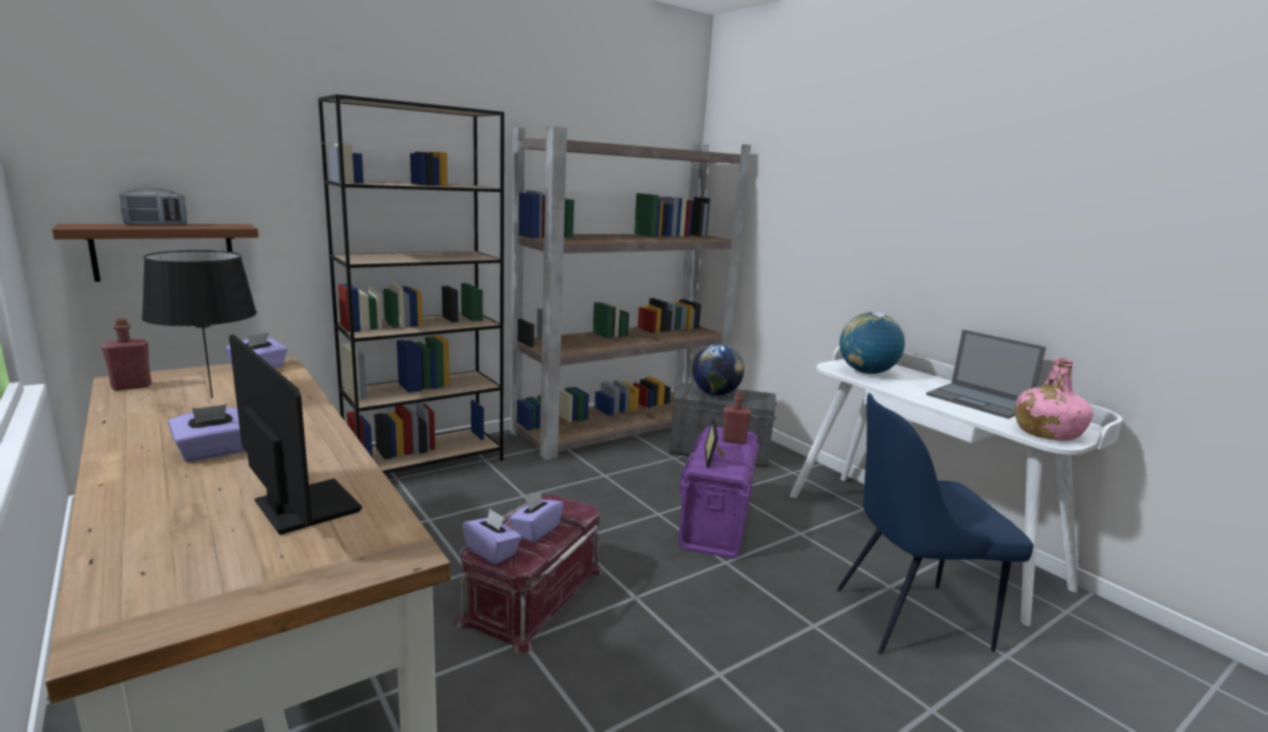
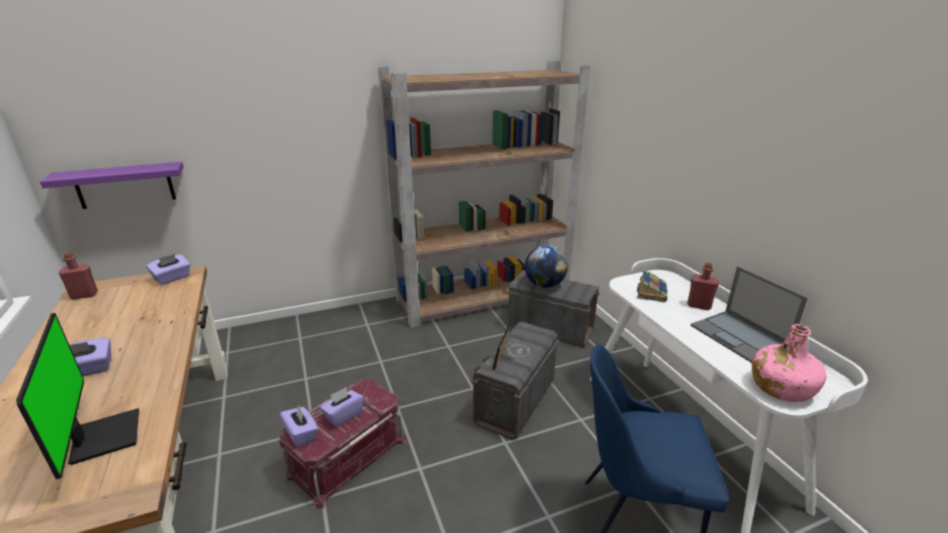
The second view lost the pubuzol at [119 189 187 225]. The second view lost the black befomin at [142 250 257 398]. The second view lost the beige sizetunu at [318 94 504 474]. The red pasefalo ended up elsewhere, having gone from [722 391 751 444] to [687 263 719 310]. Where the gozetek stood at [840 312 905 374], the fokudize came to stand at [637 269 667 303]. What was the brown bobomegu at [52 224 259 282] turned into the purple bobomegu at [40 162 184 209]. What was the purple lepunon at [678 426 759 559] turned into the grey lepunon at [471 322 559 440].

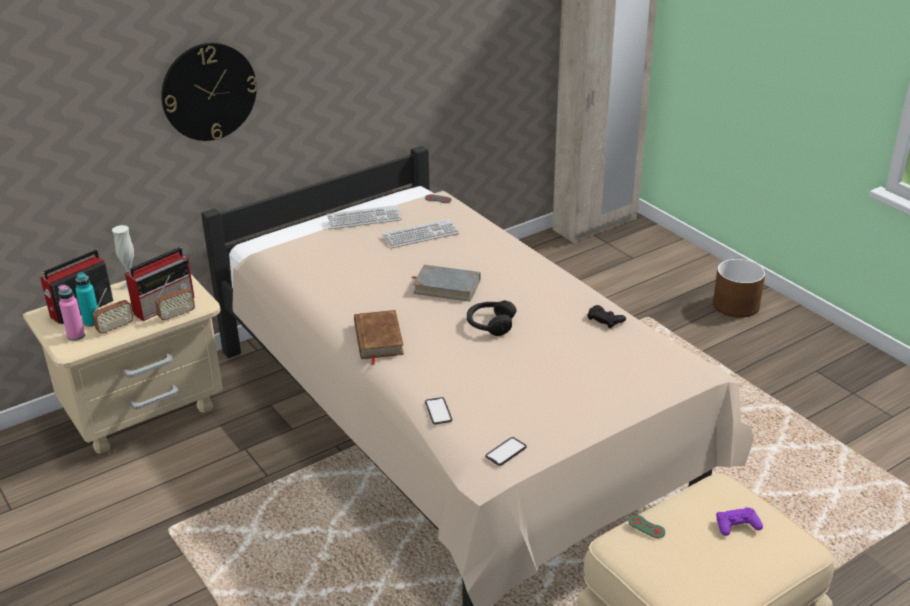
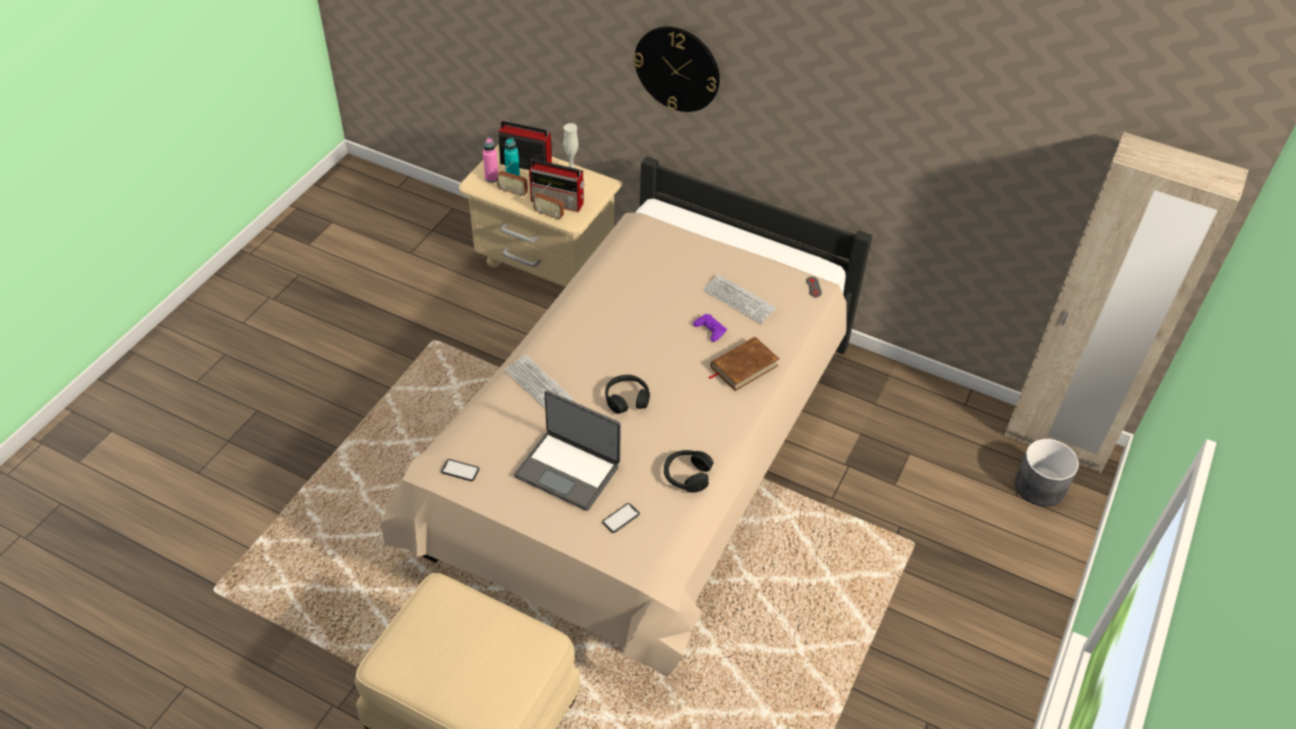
The second view lost the grey fokudize at [411 265 480 302]. The second view lost the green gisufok at [628 515 665 538]. The second view lost the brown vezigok at [713 259 765 318]. The second view gained the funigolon at [514 390 621 511]. The second view gained the grey vezigok at [1015 439 1079 507]. The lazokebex ended up elsewhere, having gone from [327 205 402 229] to [504 354 574 408]. The brown fokudize ended up elsewhere, having gone from [354 310 404 365] to [708 337 779 391]. The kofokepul ended up elsewhere, having gone from [425 397 452 425] to [602 503 640 533]. The purple gisufok ended up elsewhere, having gone from [716 507 763 536] to [693 314 727 342]. Where the black gisufok stood at [587 305 626 328], the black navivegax came to stand at [664 450 713 493].

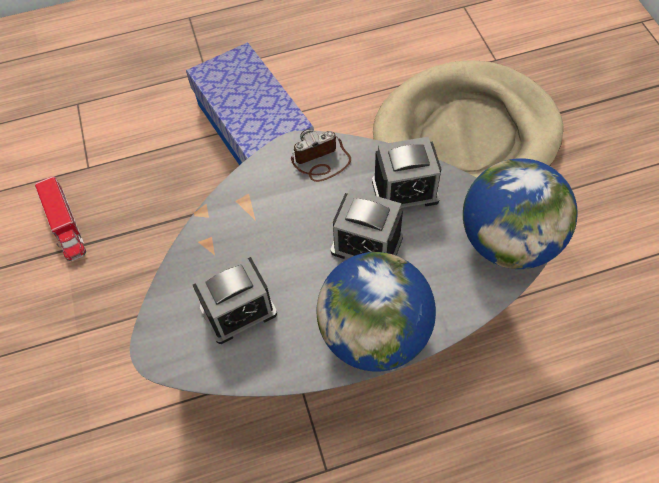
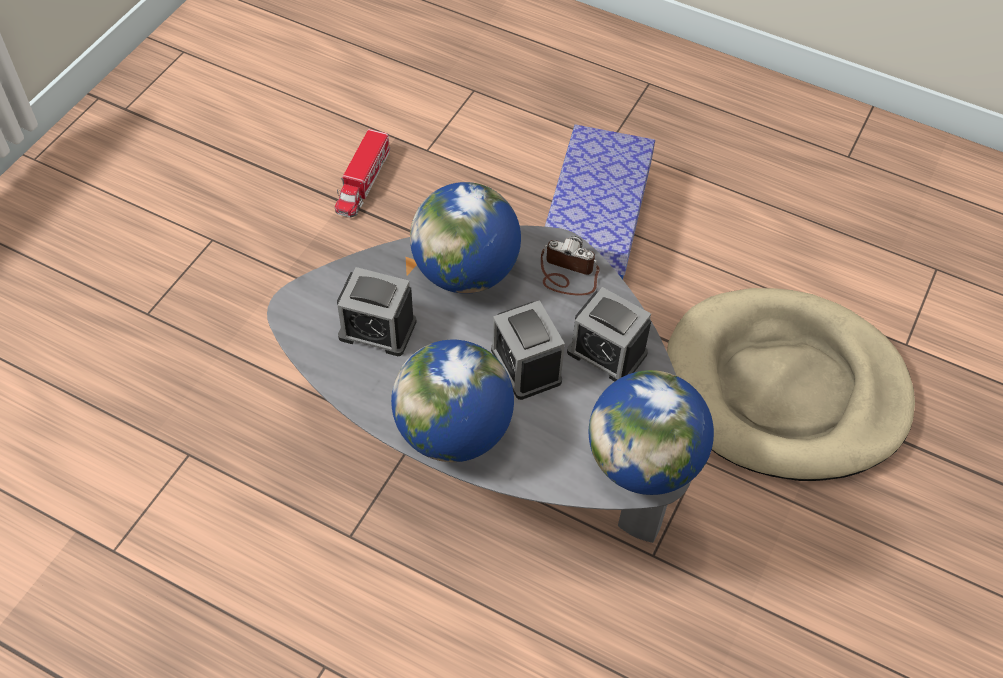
The second view gained the gozetek at [410 182 521 294].

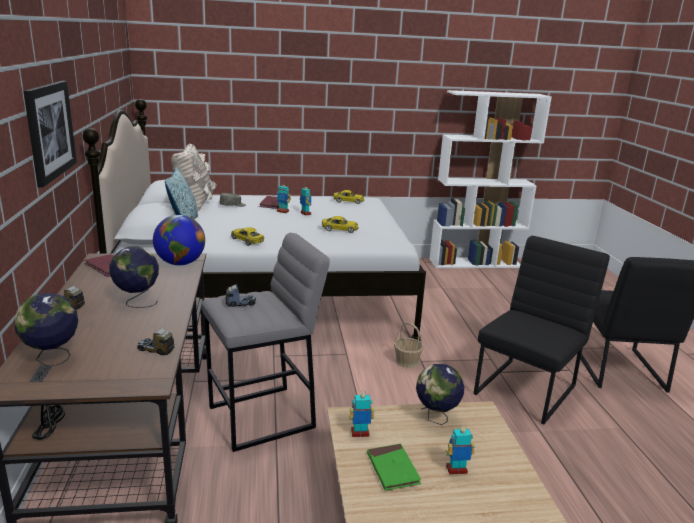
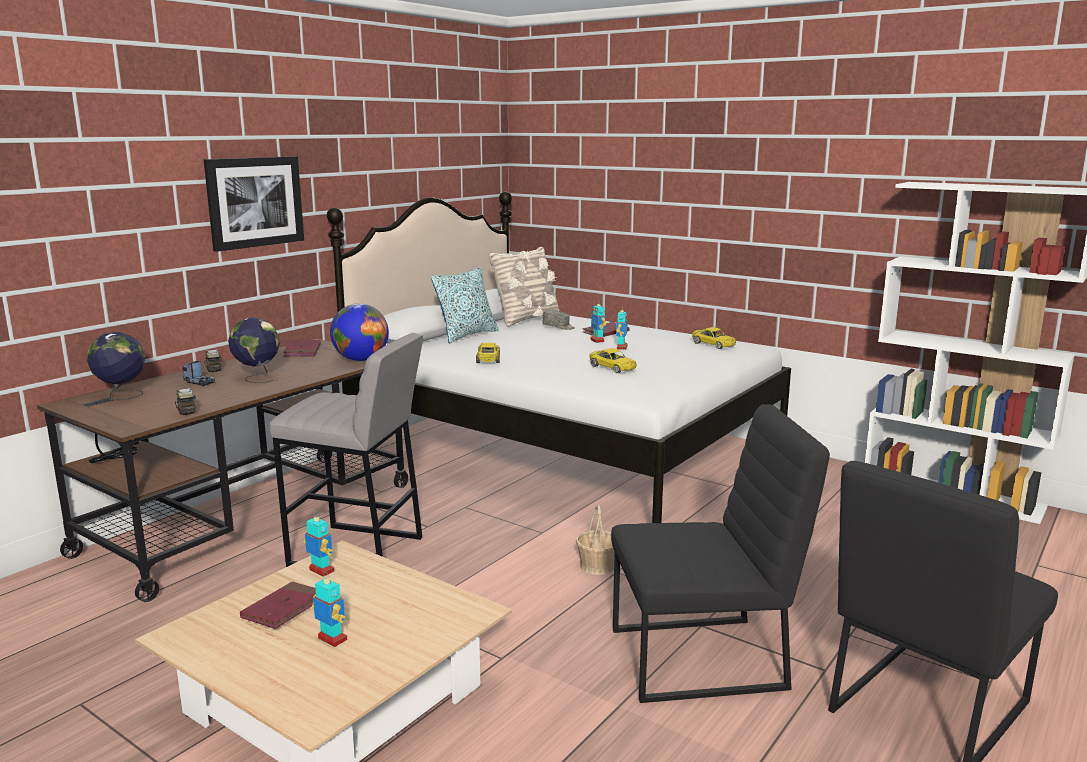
The second view lost the gozetek at [416 364 464 425]. The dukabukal ended up elsewhere, having gone from [226 284 256 307] to [182 360 215 386]. What was the green fokudize at [367 443 421 491] turned into the red fokudize at [240 582 316 629].

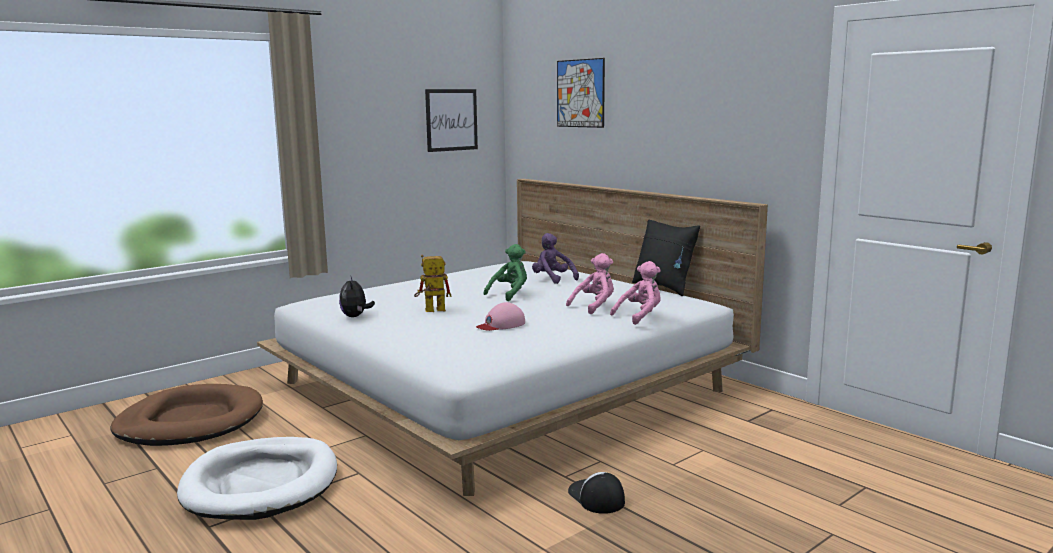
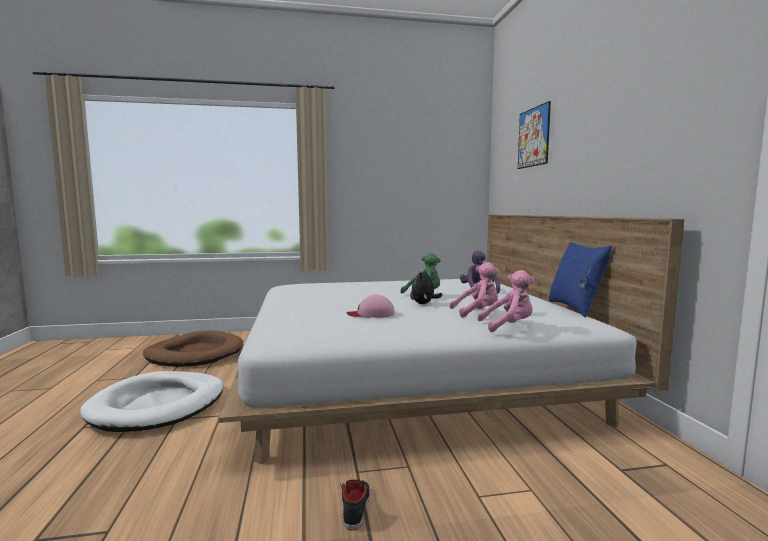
The second view lost the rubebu at [414 255 452 312]. The second view lost the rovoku at [425 89 478 152]. The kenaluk ended up elsewhere, having gone from [339 275 375 317] to [411 271 442 304]. Where the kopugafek stood at [568 472 625 514], the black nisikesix came to stand at [340 480 370 530]. What was the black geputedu at [632 220 700 296] turned into the blue geputedu at [549 242 612 317].

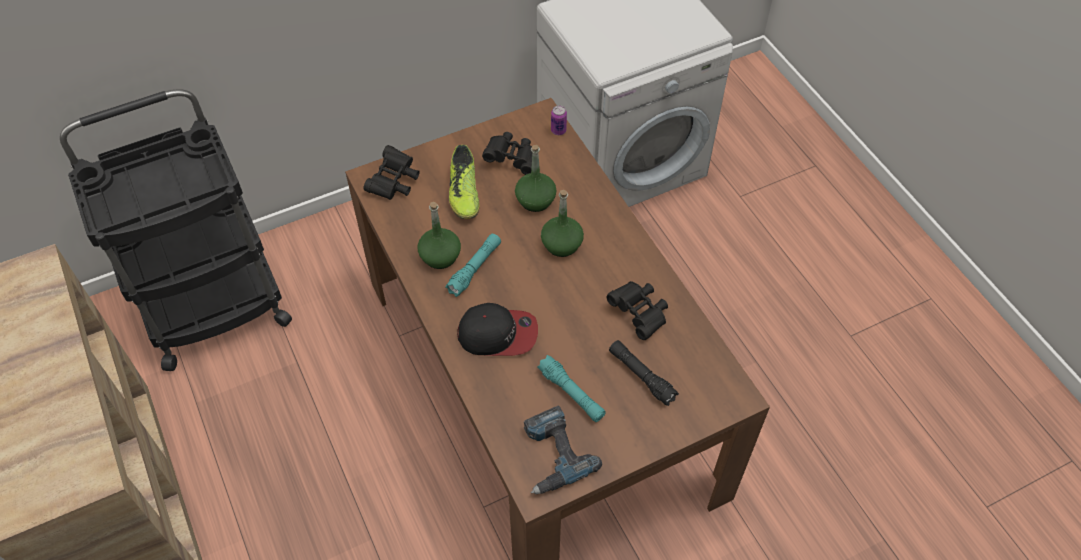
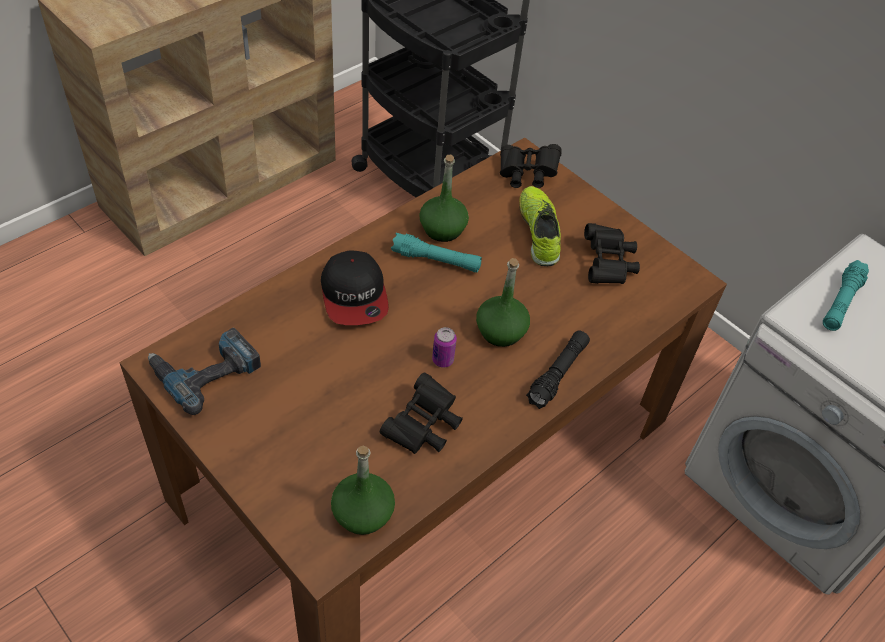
The green pasefalo ended up elsewhere, having gone from [515 145 556 212] to [331 446 395 535]. The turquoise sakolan ended up elsewhere, having gone from [537 355 606 422] to [823 260 869 331]. The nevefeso ended up elsewhere, having gone from [551 105 567 135] to [432 327 457 368]. The black sakolan ended up elsewhere, having gone from [609 340 679 406] to [526 331 590 409]. The nisikesix at [449 145 480 219] ended up facing another way, 105 degrees clockwise from before.

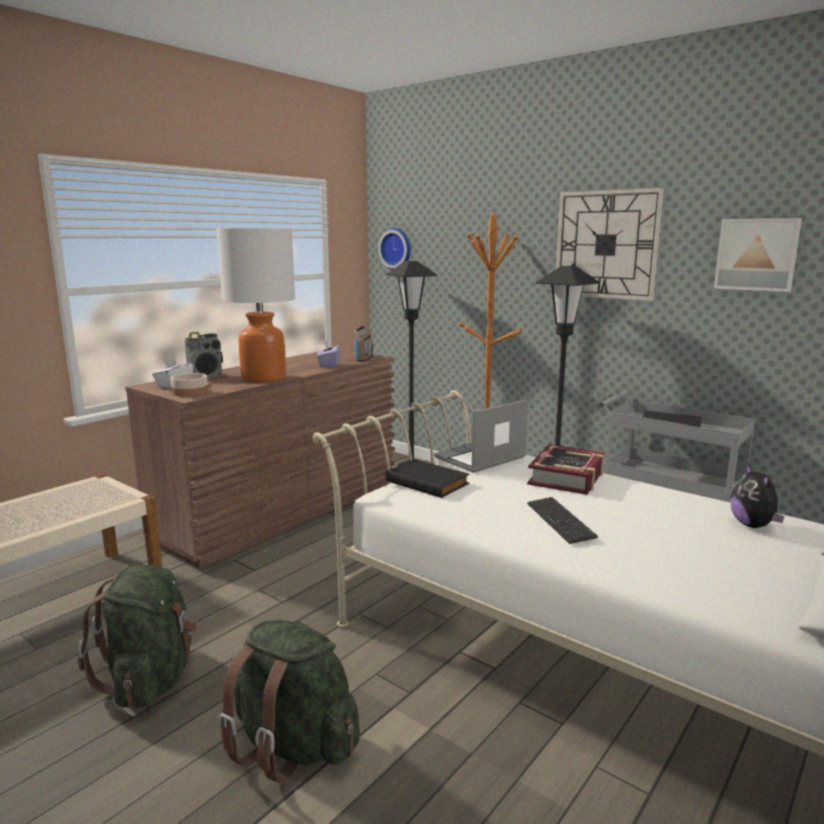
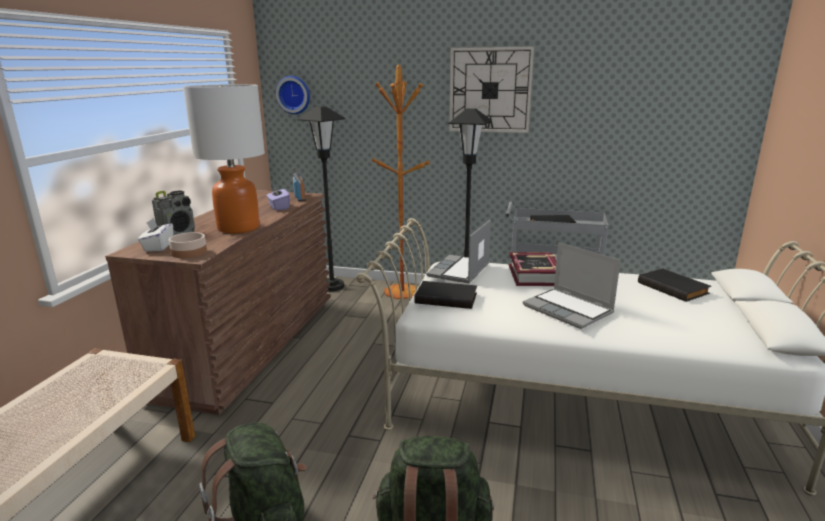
The second view lost the rovoku at [714 218 802 292]. Where the lazokebex stood at [527 497 598 544], the funigolon came to stand at [523 242 621 329]. Where the kenaluk stood at [731 463 785 528], the black fokudize came to stand at [638 268 711 302].

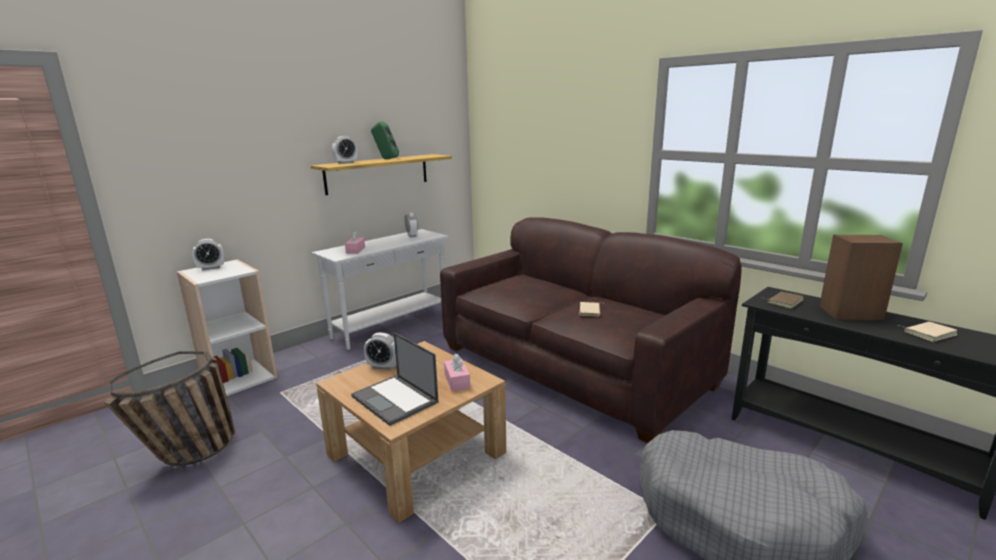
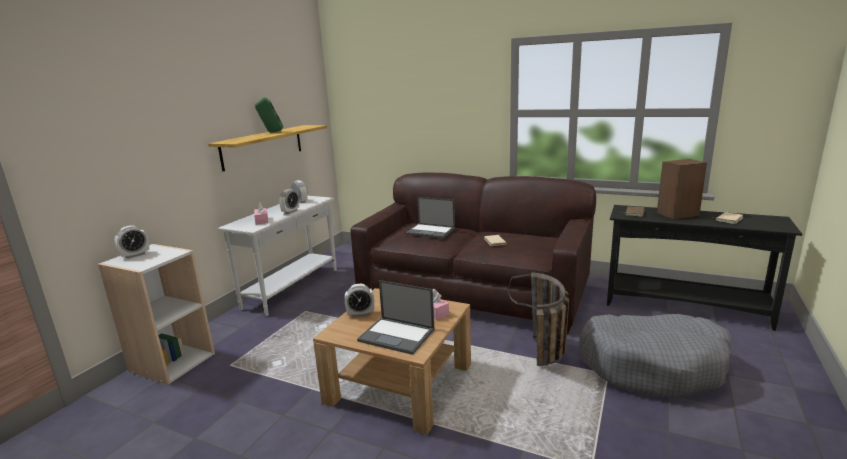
The second view gained the funigolon at [405 197 455 239]. The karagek ended up elsewhere, having gone from [104 351 235 466] to [508 272 569 366]. The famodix ended up elsewhere, having gone from [332 136 357 164] to [279 189 299 214].

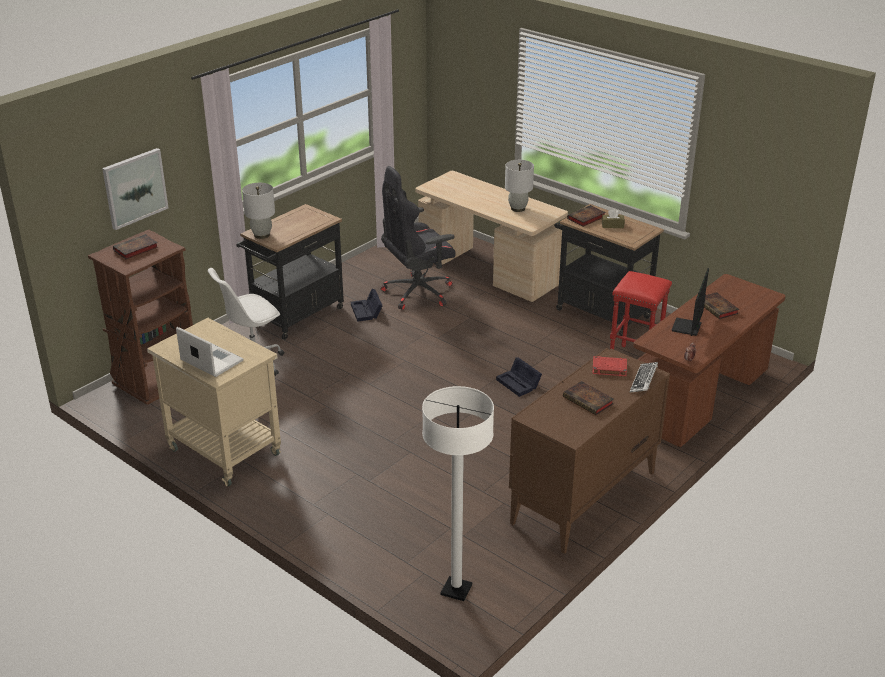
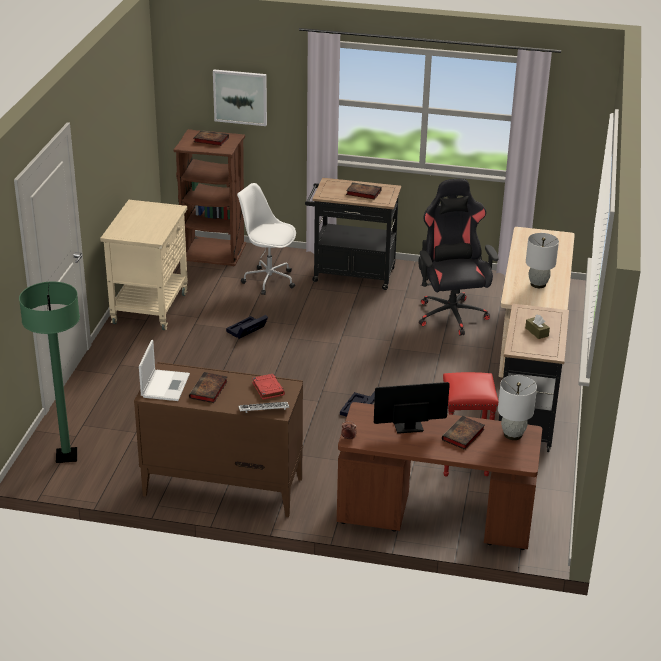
The funigolon ended up elsewhere, having gone from [176 327 243 377] to [139 340 190 401]. The white befomin ended up elsewhere, having gone from [242 183 275 239] to [498 375 537 440]. The black lepunon ended up elsewhere, having gone from [351 289 383 322] to [226 315 268 339]. The fokudize ended up elsewhere, having gone from [567 205 606 227] to [346 182 381 200]. What was the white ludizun at [422 386 494 601] turned into the green ludizun at [19 281 80 463]. The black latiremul at [381 166 456 310] ended up facing another way, 45 degrees clockwise from before.

